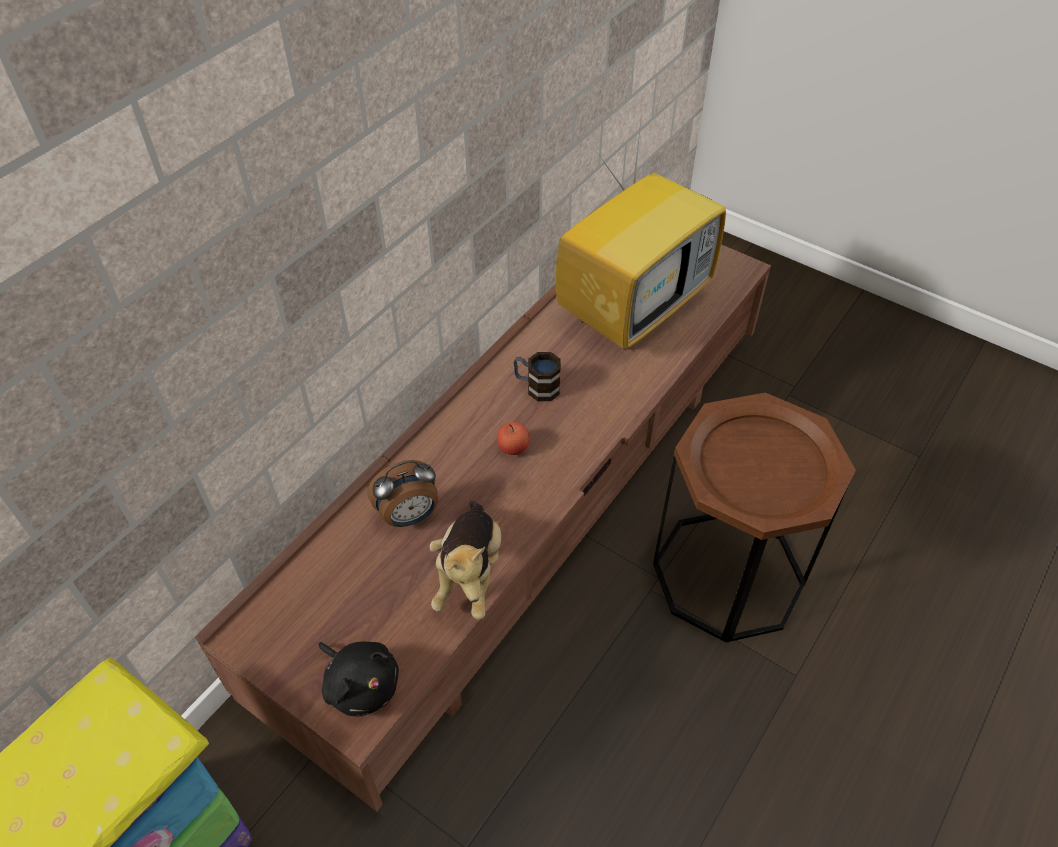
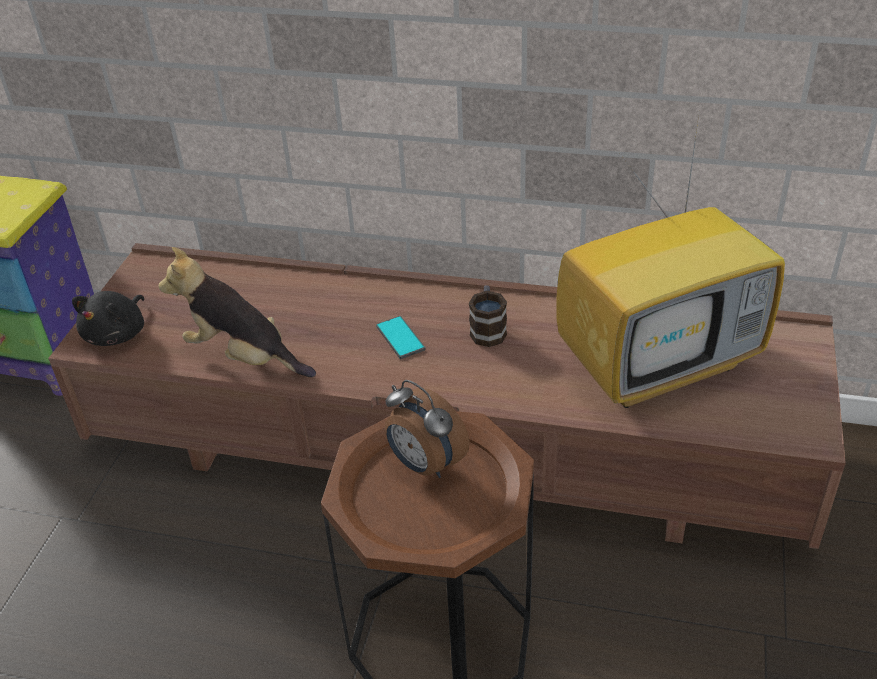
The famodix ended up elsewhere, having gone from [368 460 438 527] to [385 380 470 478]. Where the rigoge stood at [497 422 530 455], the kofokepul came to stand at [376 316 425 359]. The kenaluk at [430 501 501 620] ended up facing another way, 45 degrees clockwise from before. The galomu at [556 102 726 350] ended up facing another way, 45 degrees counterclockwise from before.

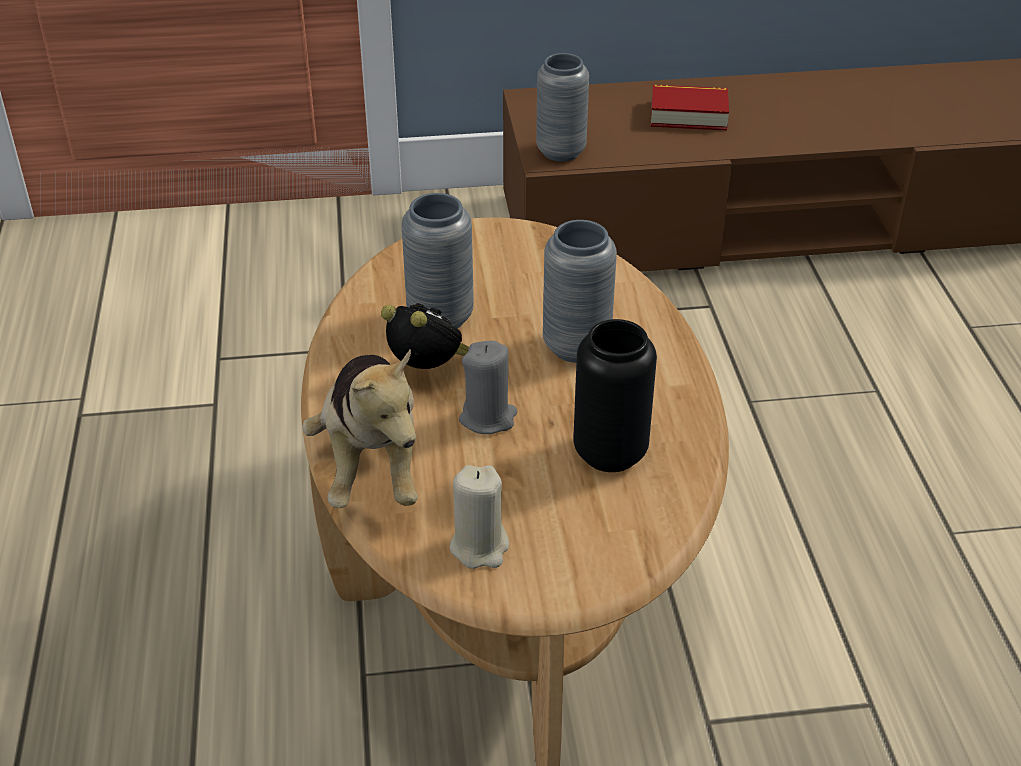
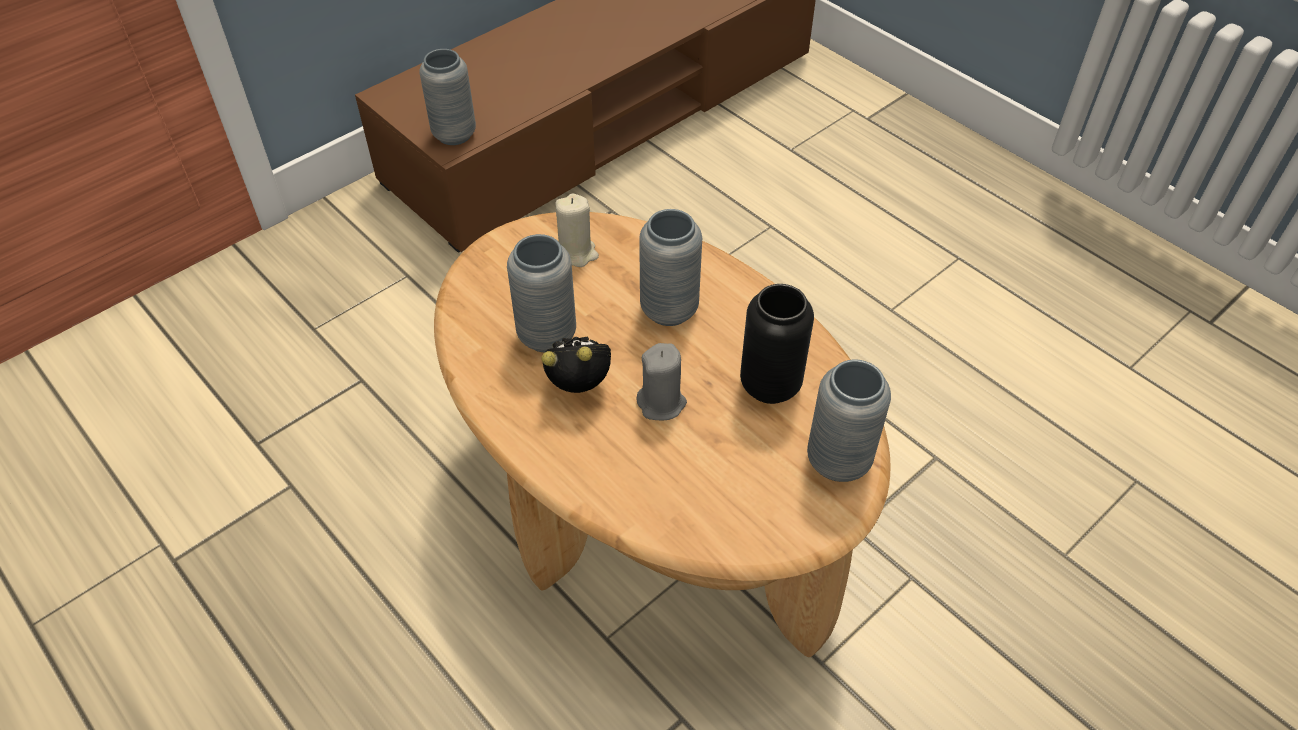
The second view lost the kenaluk at [302 350 418 508]. The second view lost the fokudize at [651 85 729 131]. The second view gained the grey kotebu at [807 360 891 482]. The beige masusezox ended up elsewhere, having gone from [450 465 509 569] to [555 194 599 267].

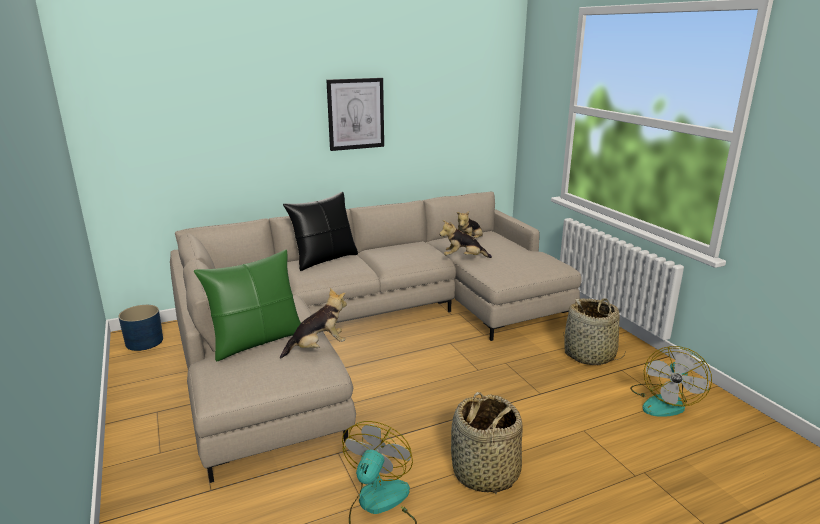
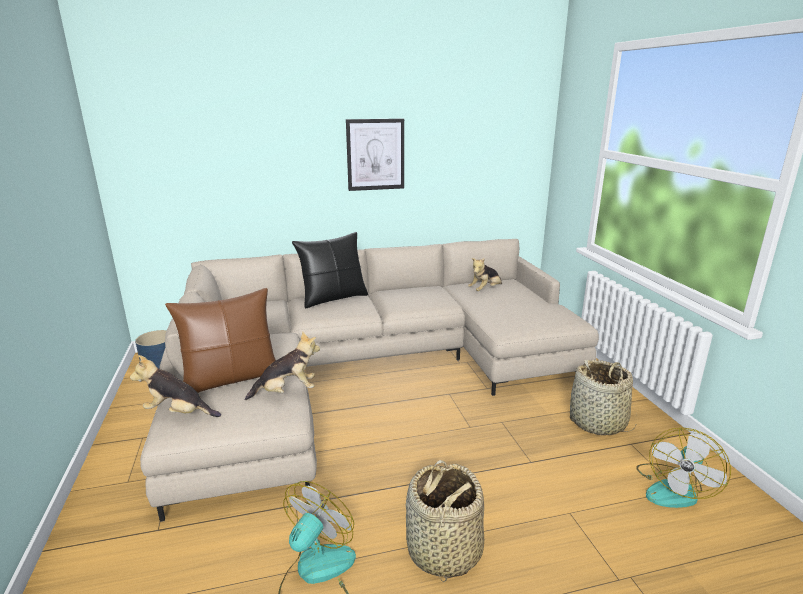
The kenaluk ended up elsewhere, having gone from [439 220 492 258] to [130 355 221 417]. What was the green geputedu at [194 250 301 361] turned into the brown geputedu at [165 288 276 393].

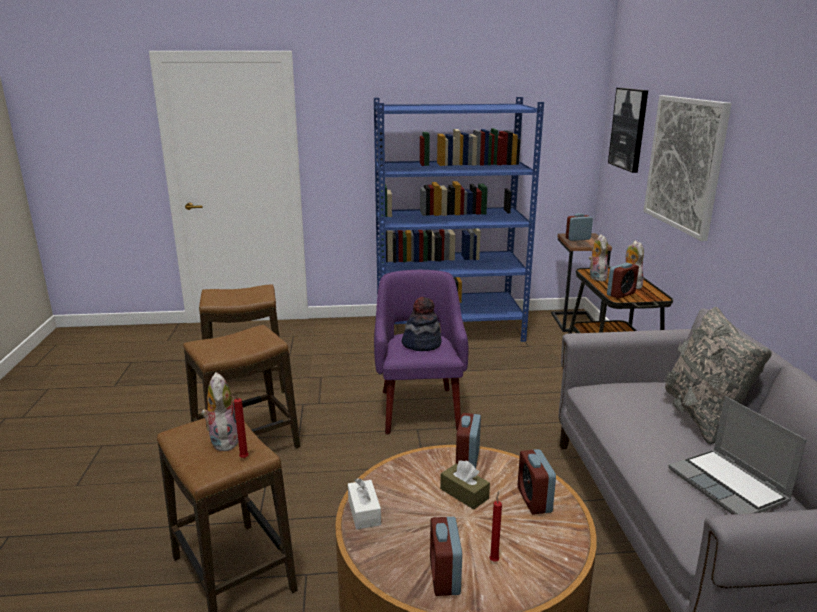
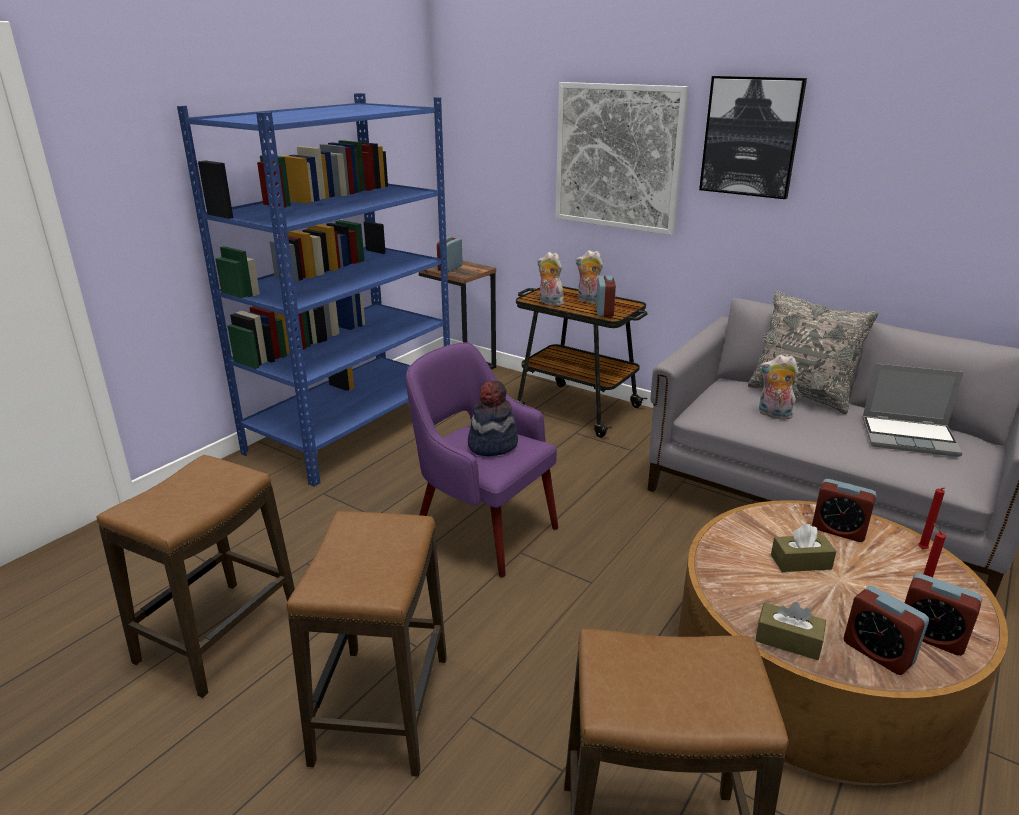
The kenaluk ended up elsewhere, having gone from [201 372 239 451] to [759 355 799 420]. The red masusezox ended up elsewhere, having gone from [229 395 249 458] to [918 488 945 549]. The famodix ended up elsewhere, having gone from [456 413 481 468] to [843 586 929 675]. The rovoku ended up elsewhere, having gone from [608 88 648 173] to [699 76 807 199]. What was the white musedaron at [348 478 381 529] turned into the brown musedaron at [755 602 826 660].

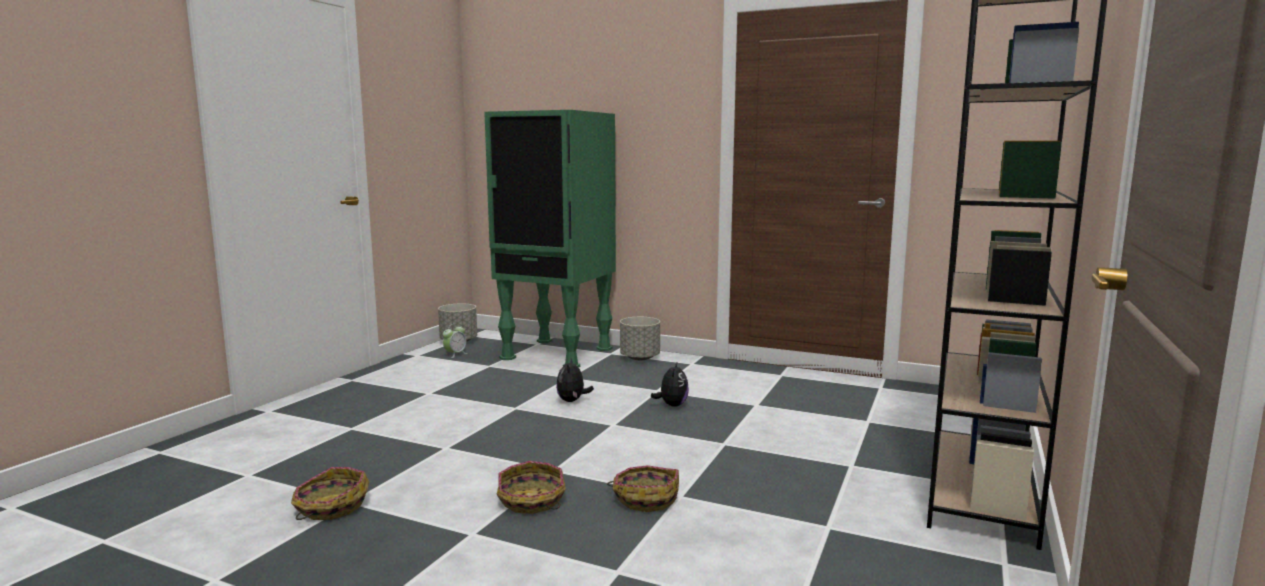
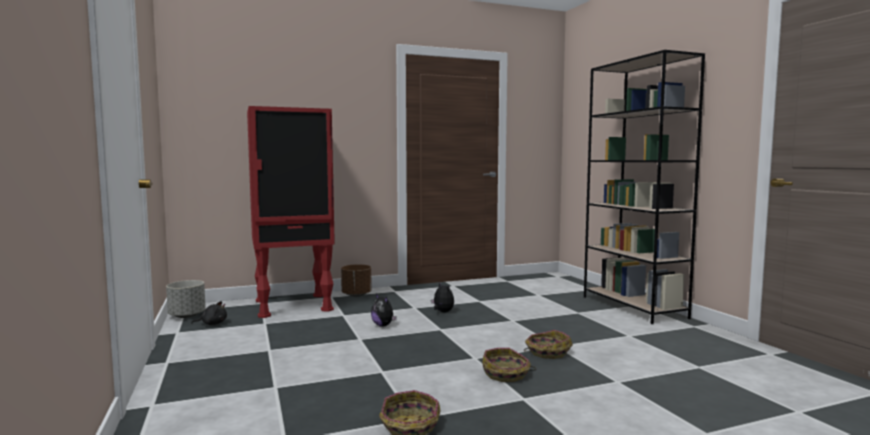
Where the famodix stood at [443 324 467 358], the black kenaluk came to stand at [191 301 227 325]. What was the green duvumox at [484 110 616 368] turned into the red duvumox at [247 106 335 318]. What was the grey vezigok at [620 317 660 360] turned into the brown vezigok at [341 265 372 297].

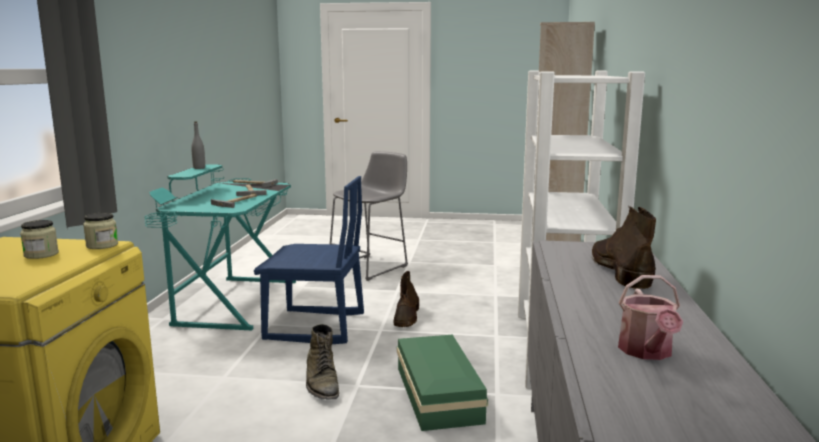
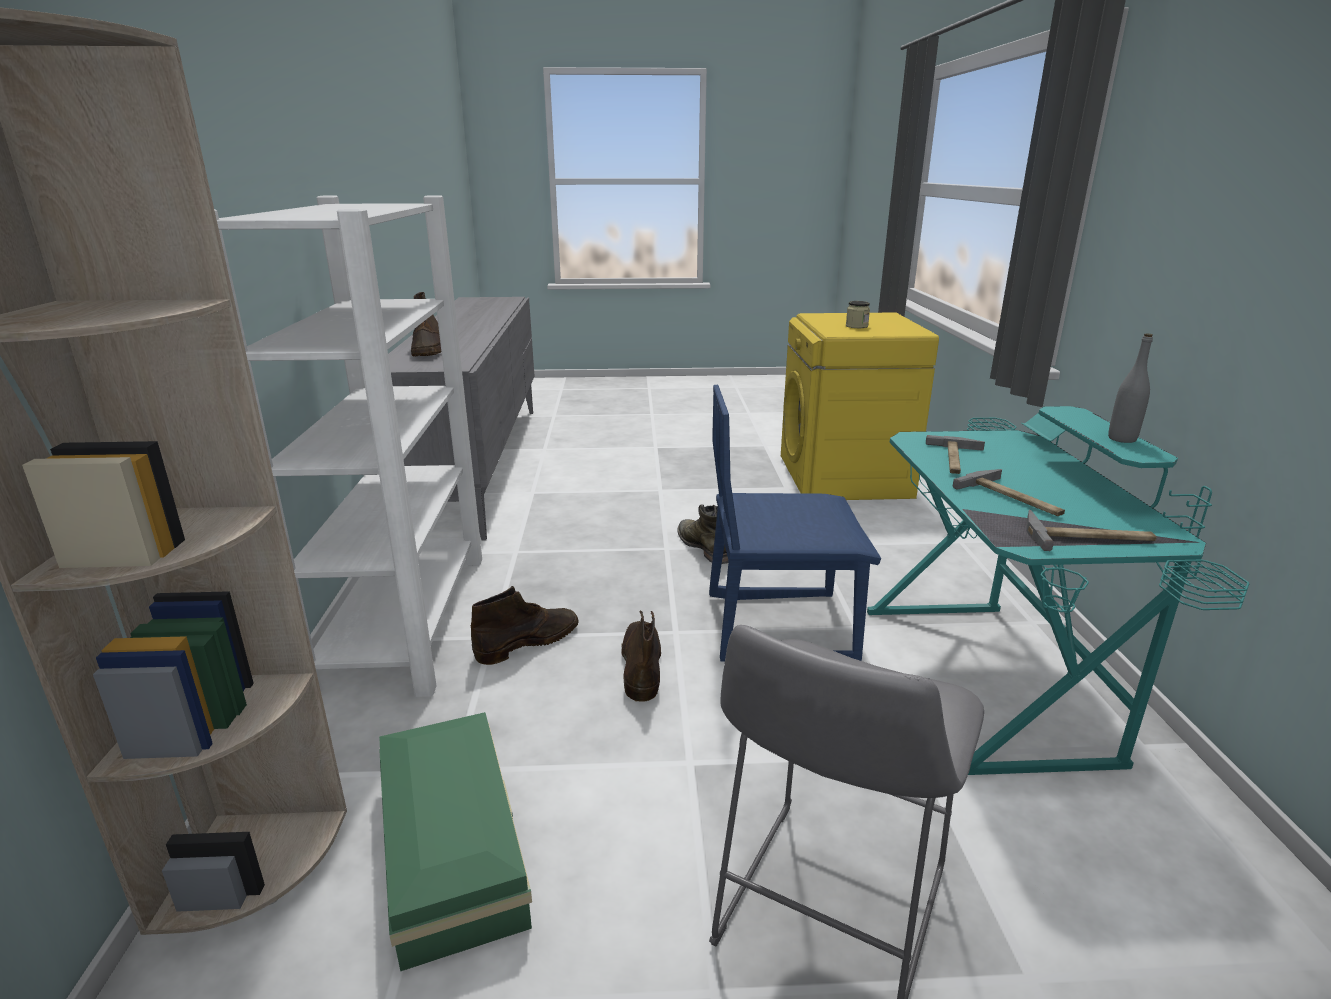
The second view lost the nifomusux at [83 213 118 249]. The second view lost the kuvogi at [618 275 683 360]. The second view gained the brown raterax at [471 586 579 665]. The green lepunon ended up elsewhere, having gone from [397 335 488 431] to [379 712 532 971].

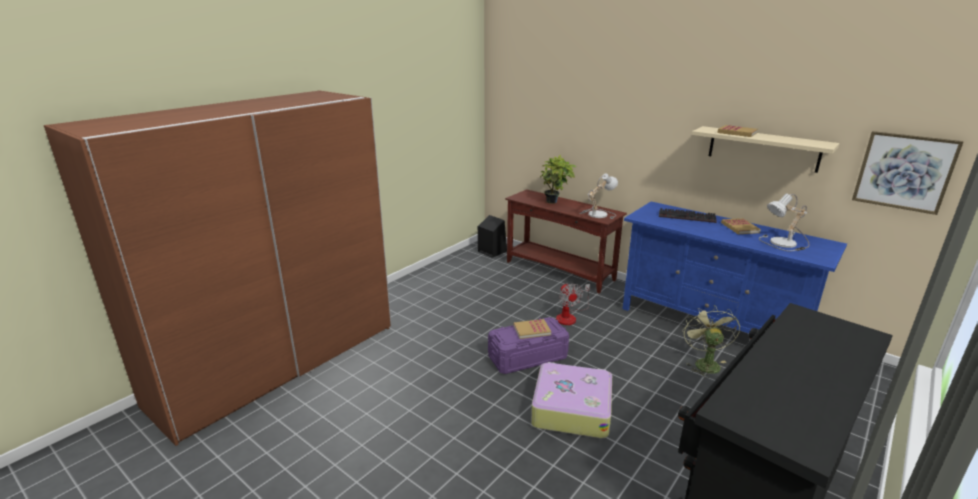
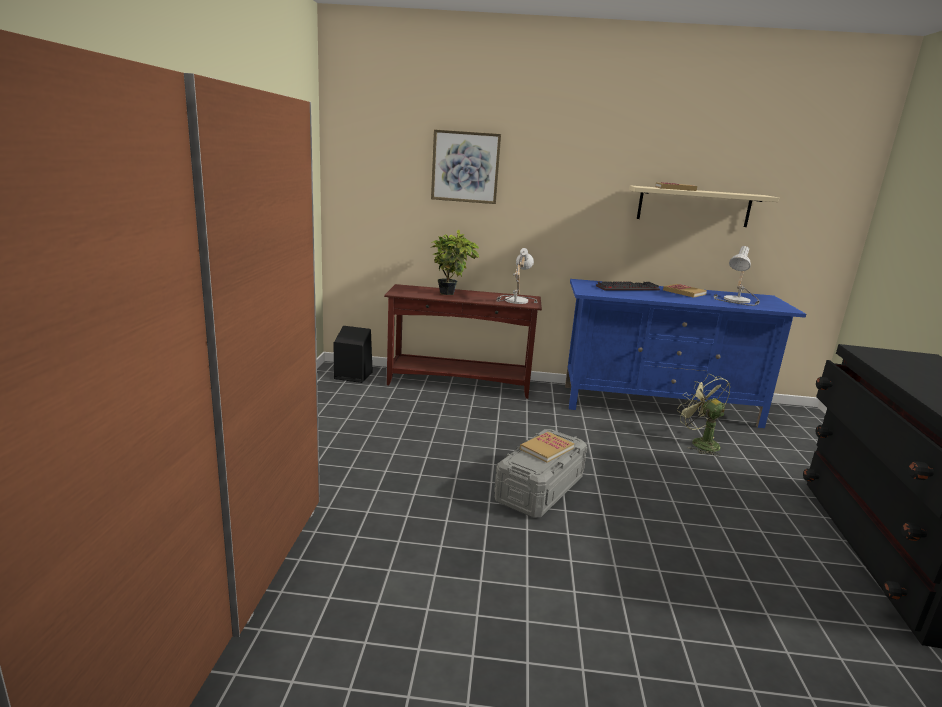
The second view lost the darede at [531 362 612 438]. The second view lost the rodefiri at [556 283 590 325]. The rovoku ended up elsewhere, having gone from [852 131 964 215] to [431 129 501 204]. What was the purple lepunon at [488 317 569 374] turned into the grey lepunon at [494 429 587 518].

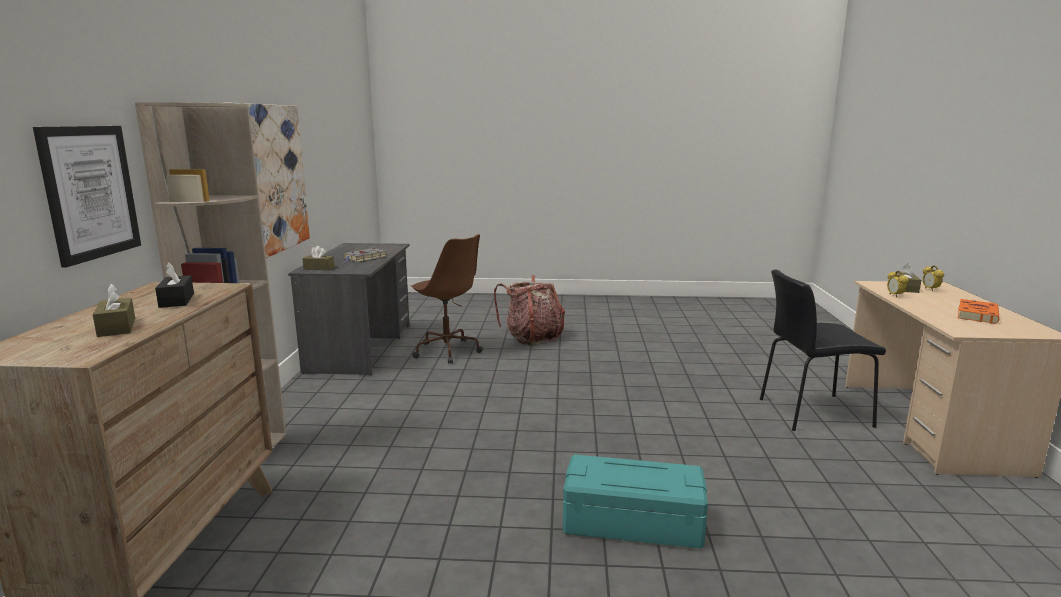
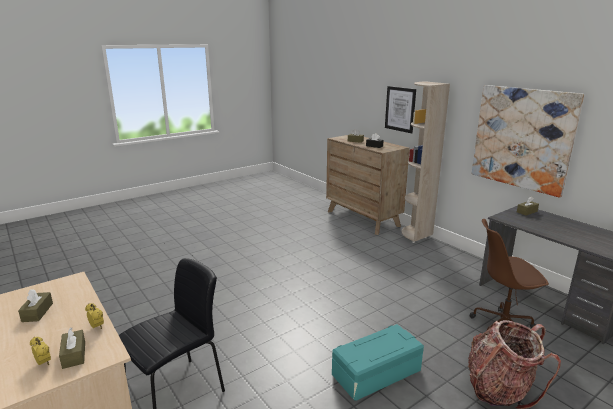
The second view lost the grey fokudize at [344 248 387 262]. The turquoise lepunon ended up elsewhere, having gone from [563 454 708 549] to [332 324 424 401]. Where the orange fokudize stood at [958 299 999 324], the brown musedaron came to stand at [18 289 53 322].

